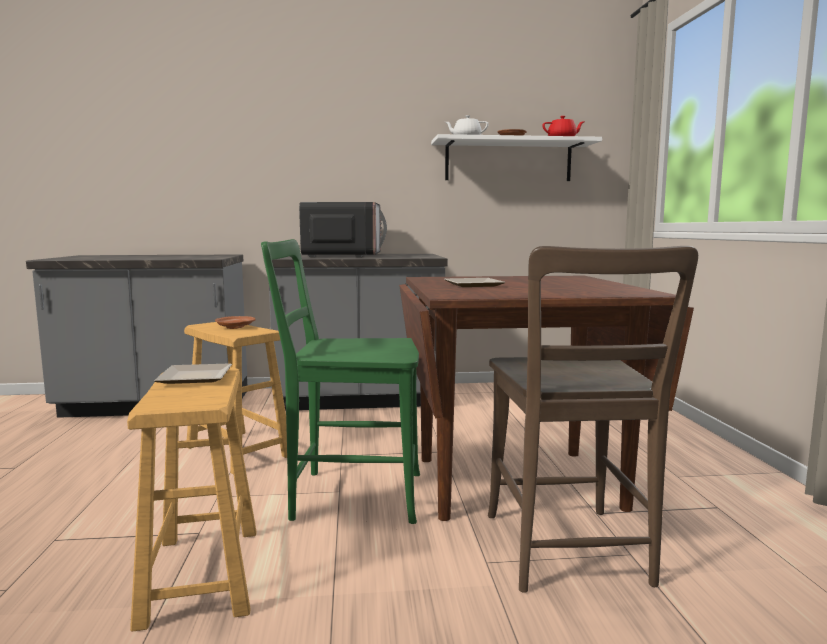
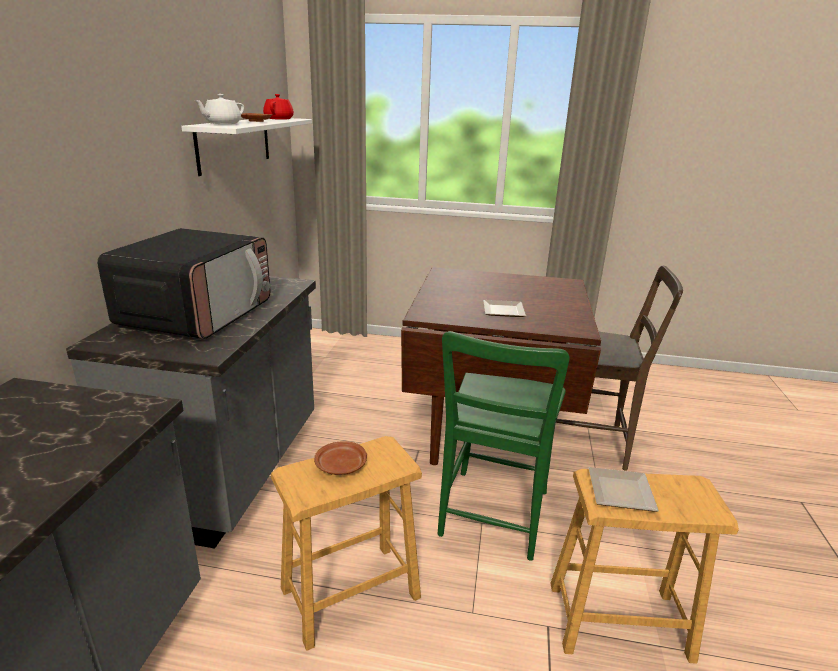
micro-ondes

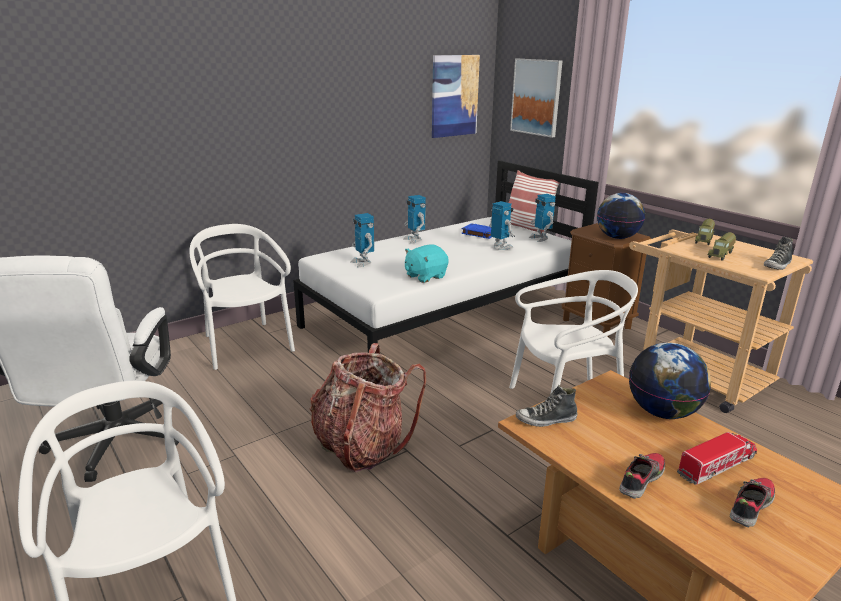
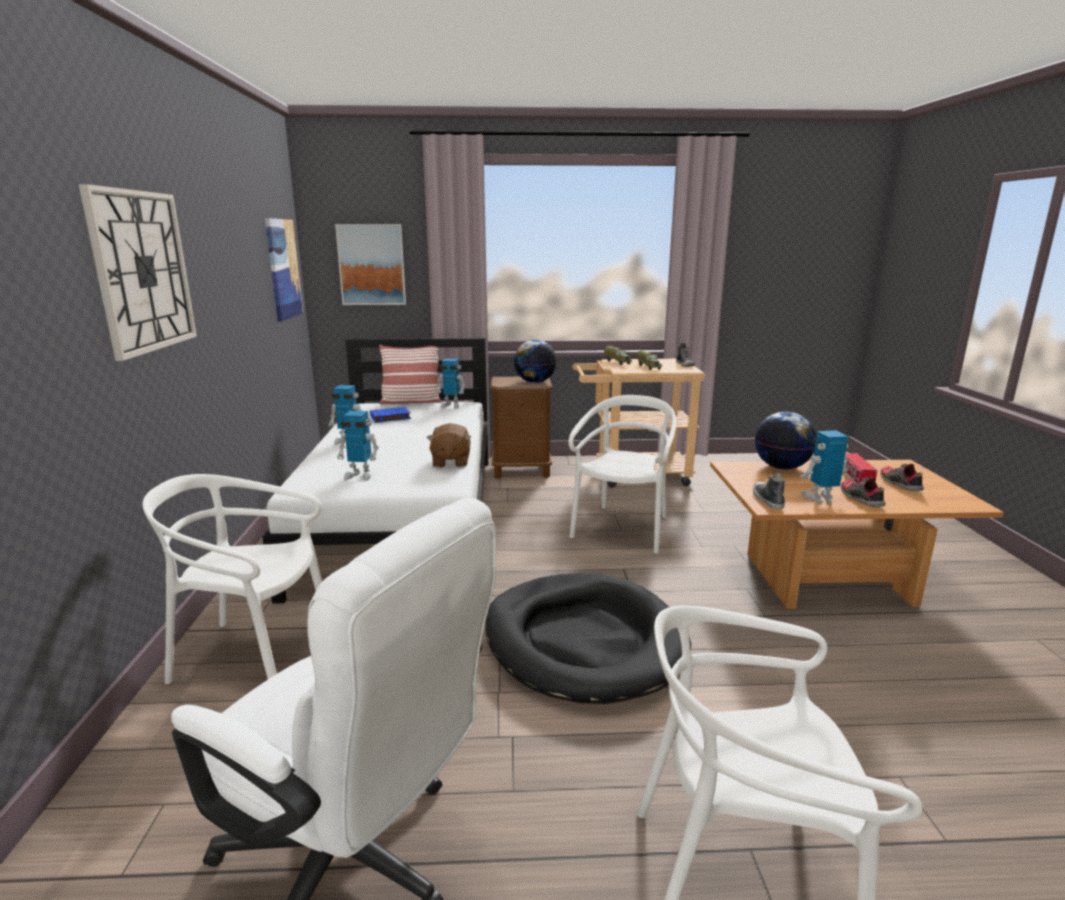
horloge murale
robot jouet (no. 4 from left)
panier pour chien/noir
peluche/marron
chaussure (no. 2 from left)

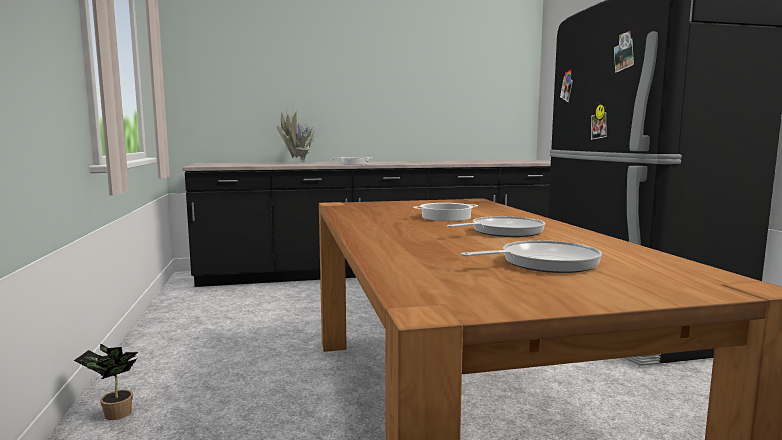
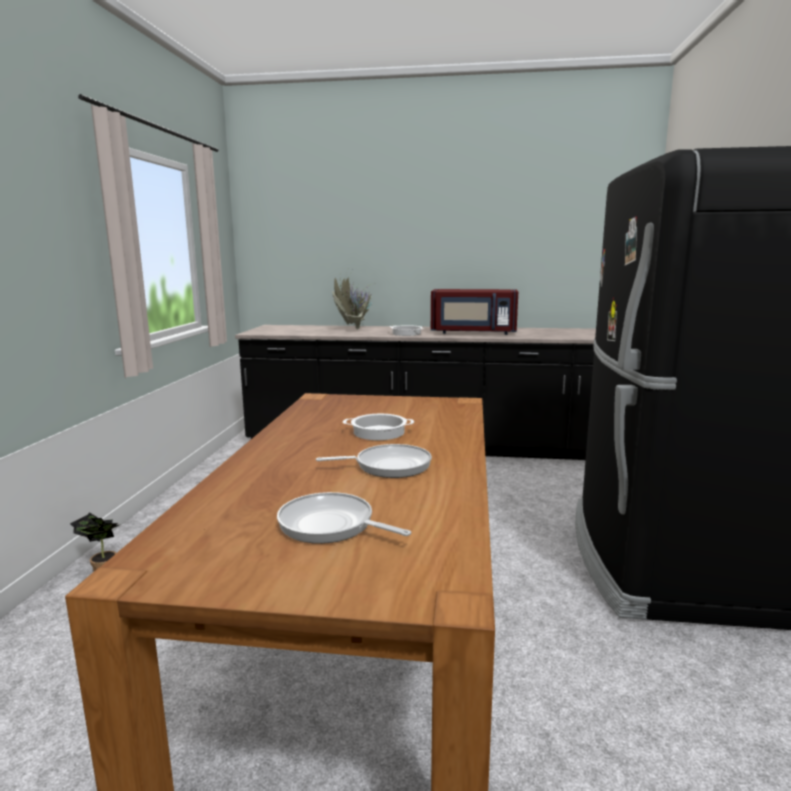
micro-ondes/rouge
poêle (no. 1 from left)

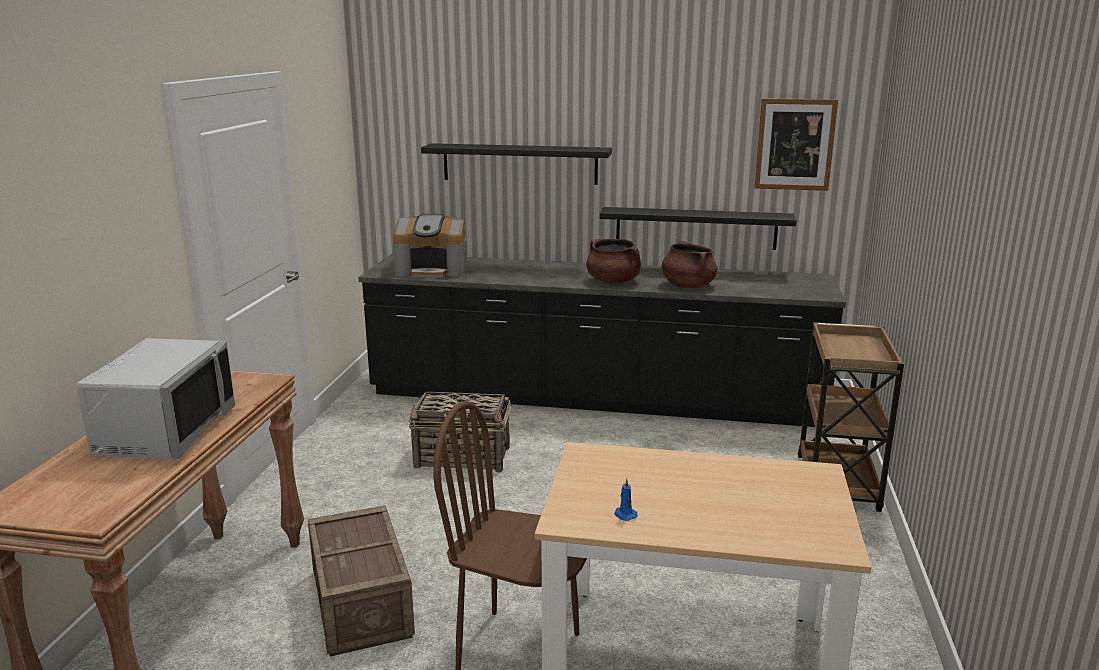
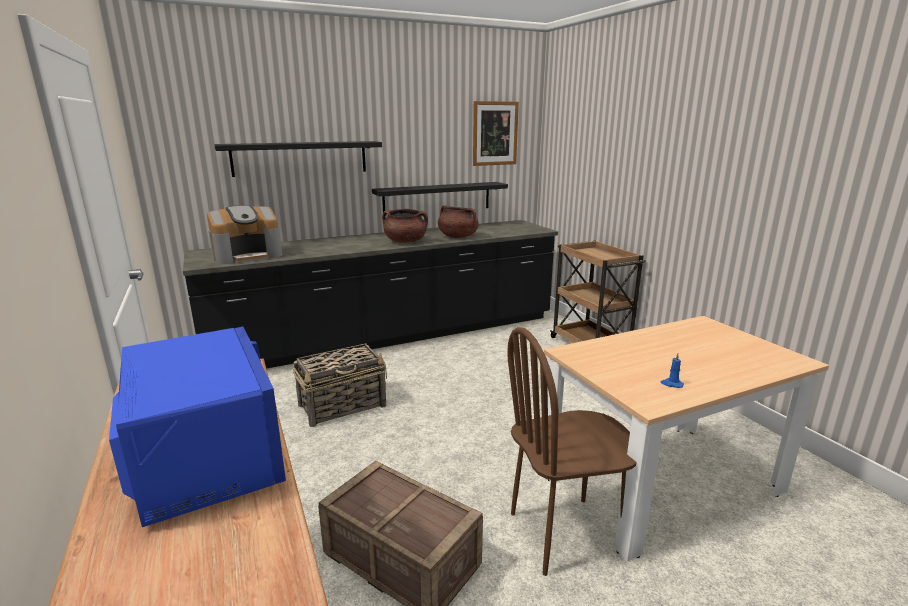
micro-ondes/bleu

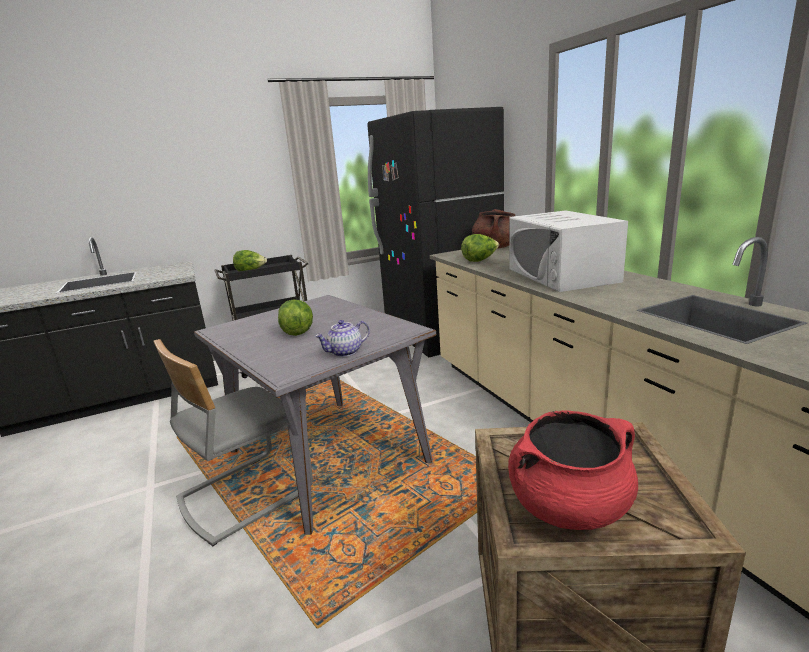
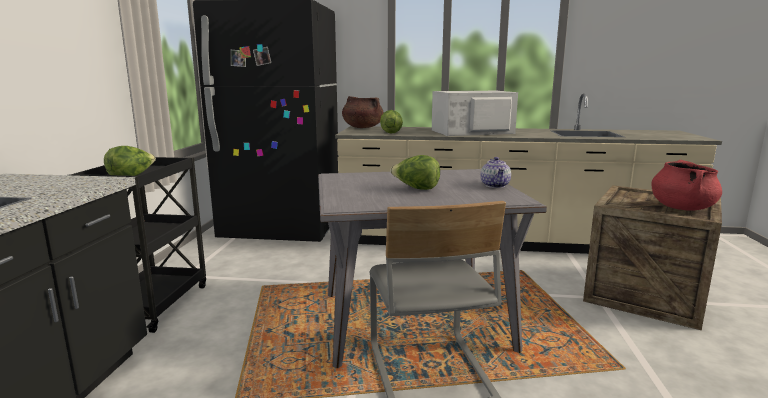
micro-ondes/blanc

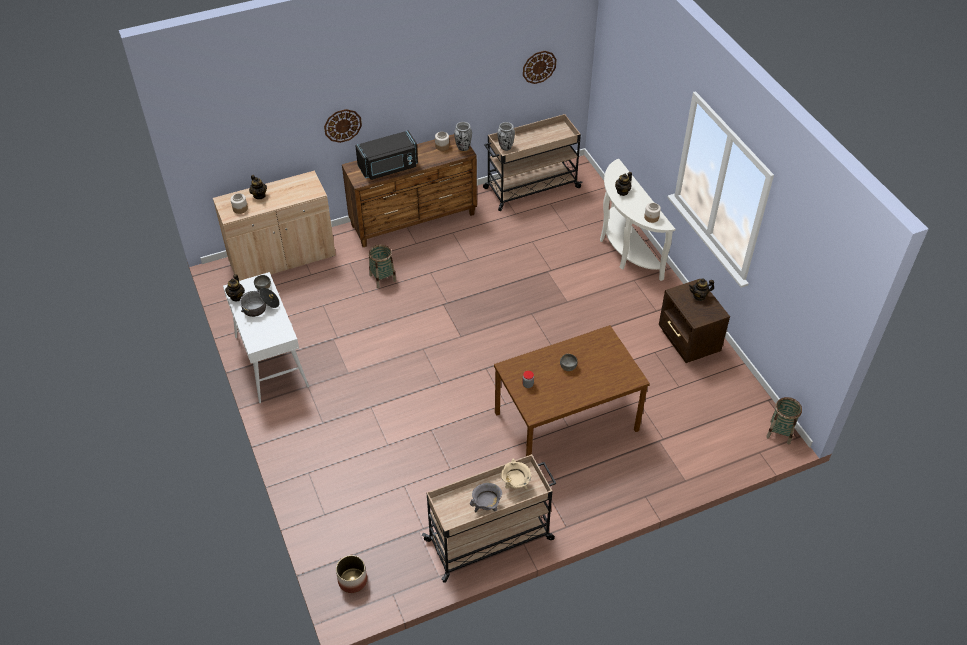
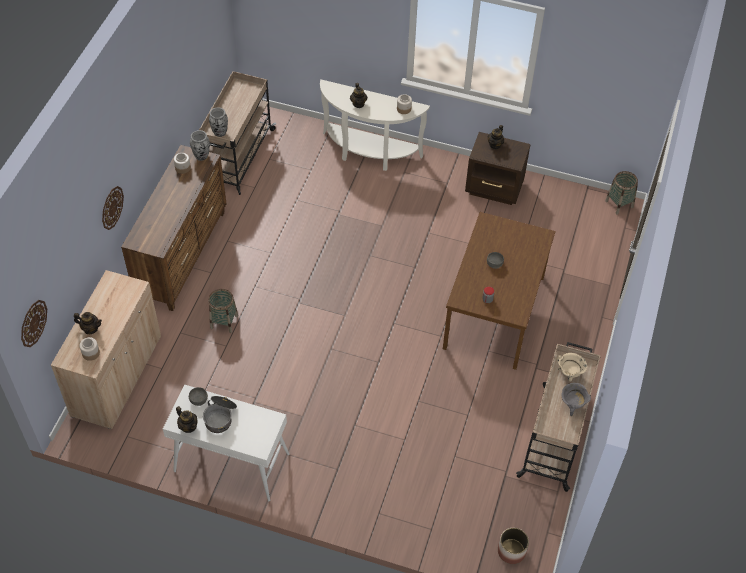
micro-ondes/noir
horloge murale (no. 1 from left)

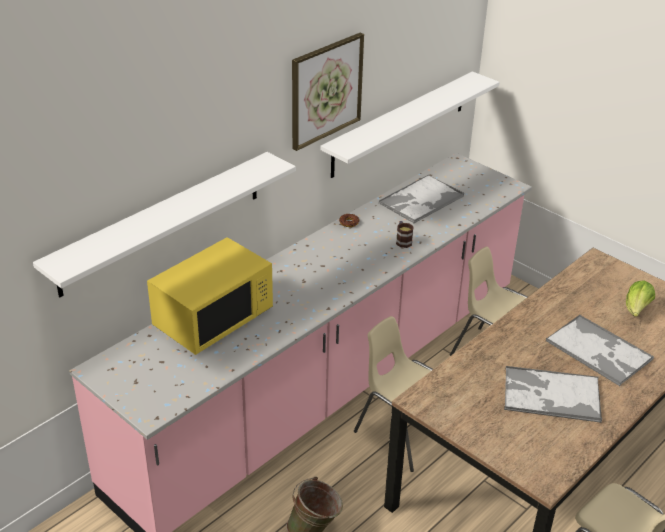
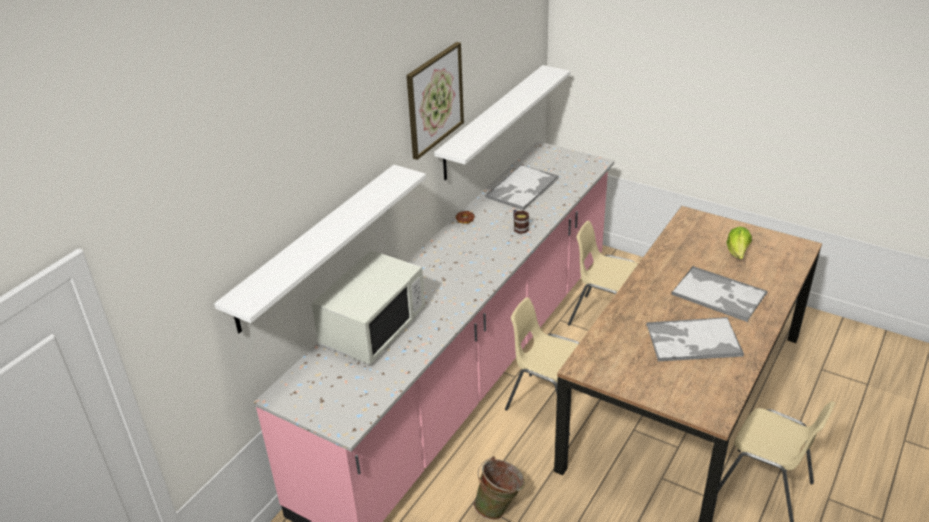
micro-ondes/blanc

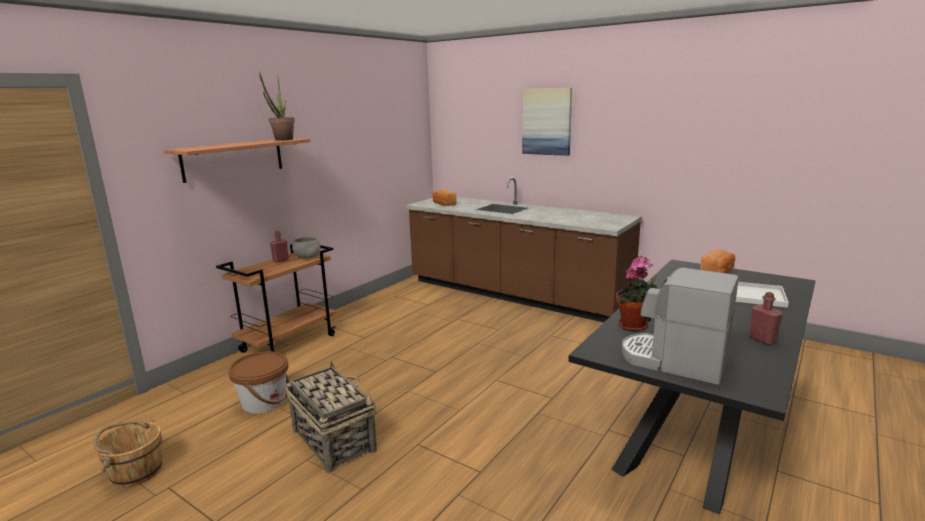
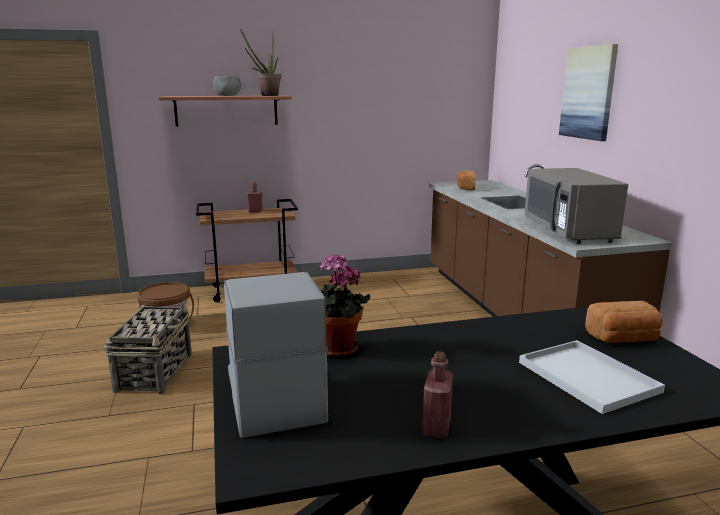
seau/marron (no. 1 from left in the first image)
micro-ondes/gris
bol/gris

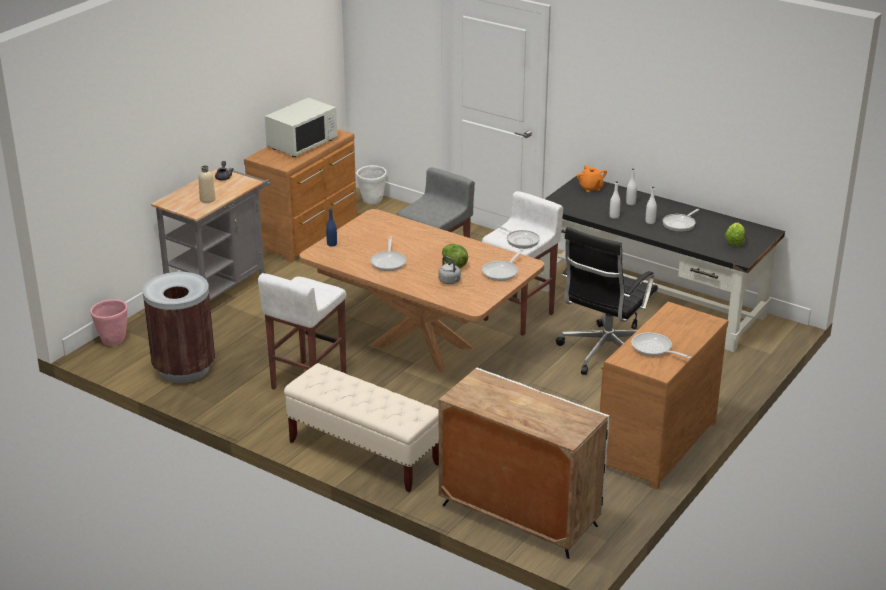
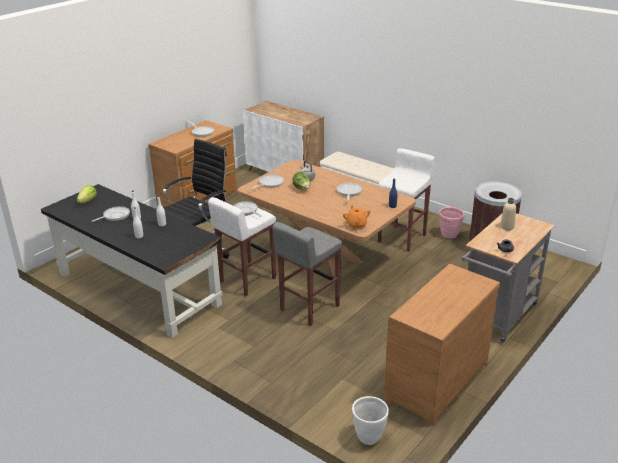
micro-ondes/blanc
cache-pot/rose
théière/orange

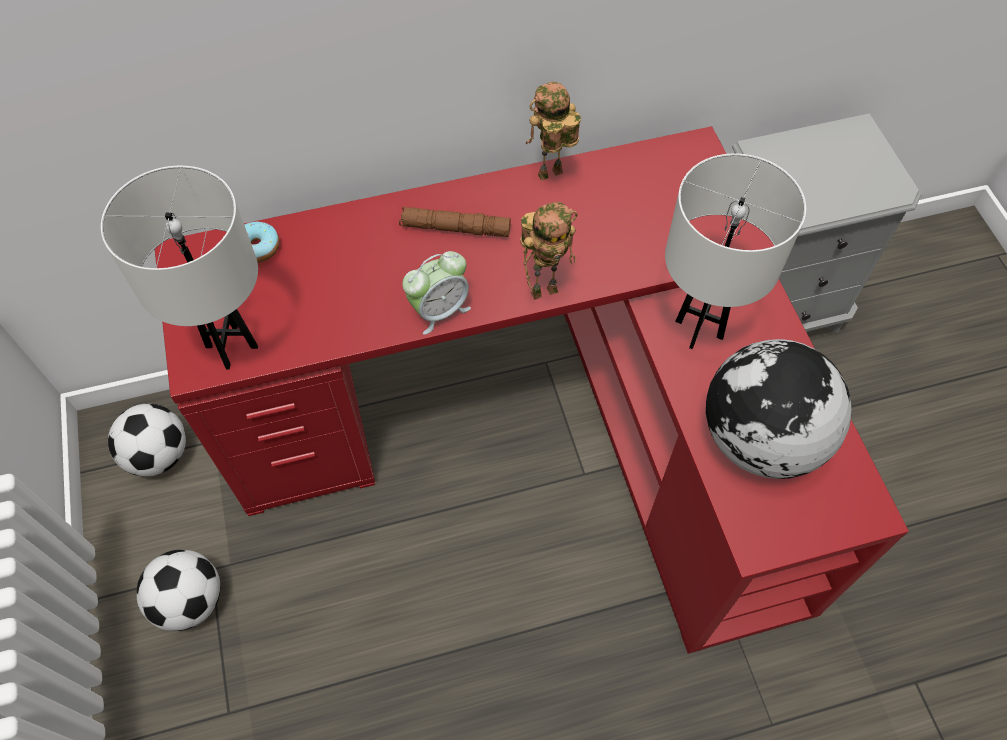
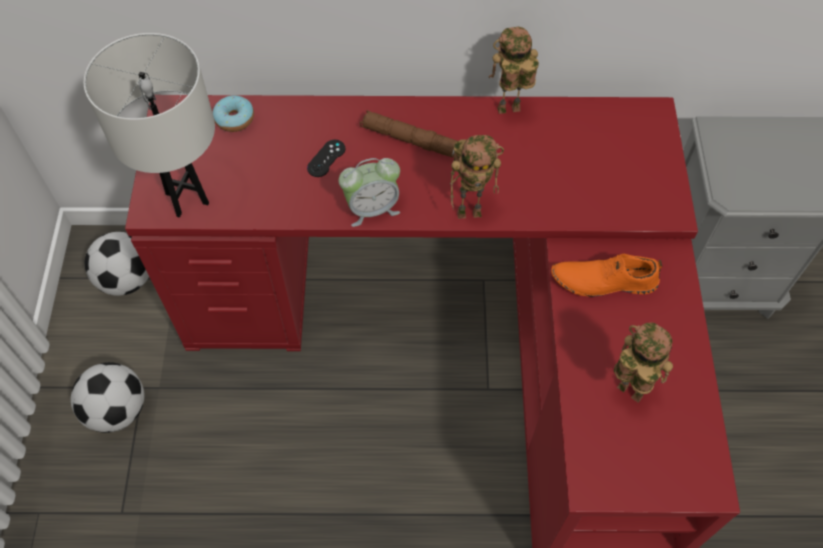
manette/noir
chaussure/orange
robot jouet (no. 3 from left)

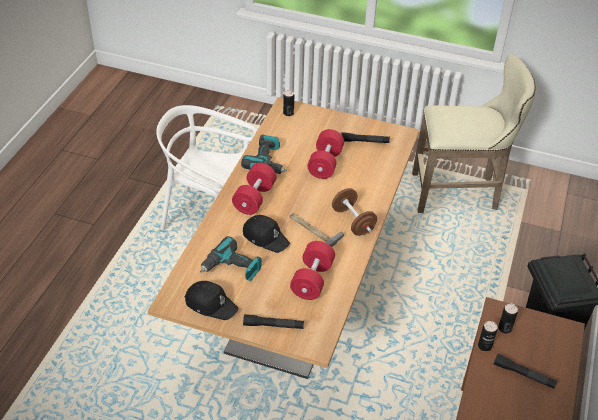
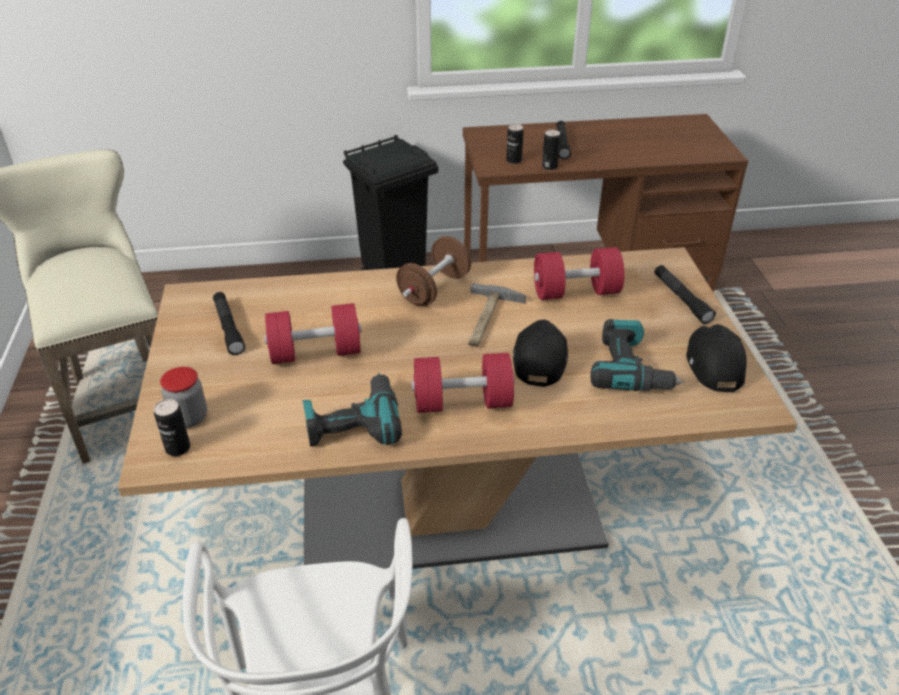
bocal

